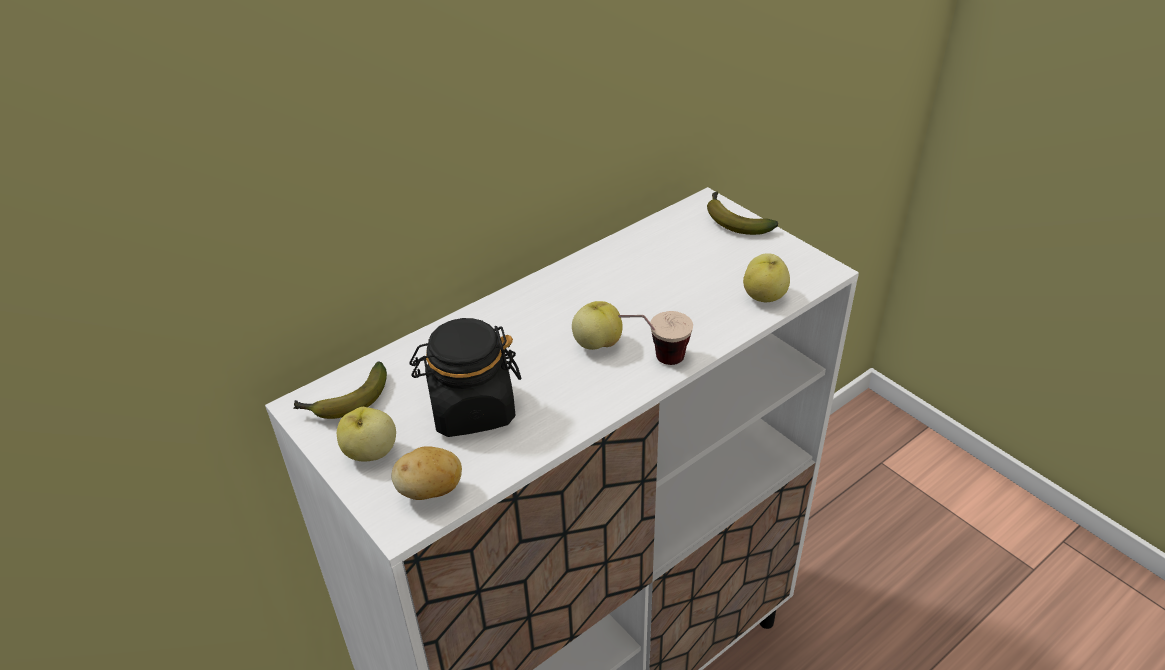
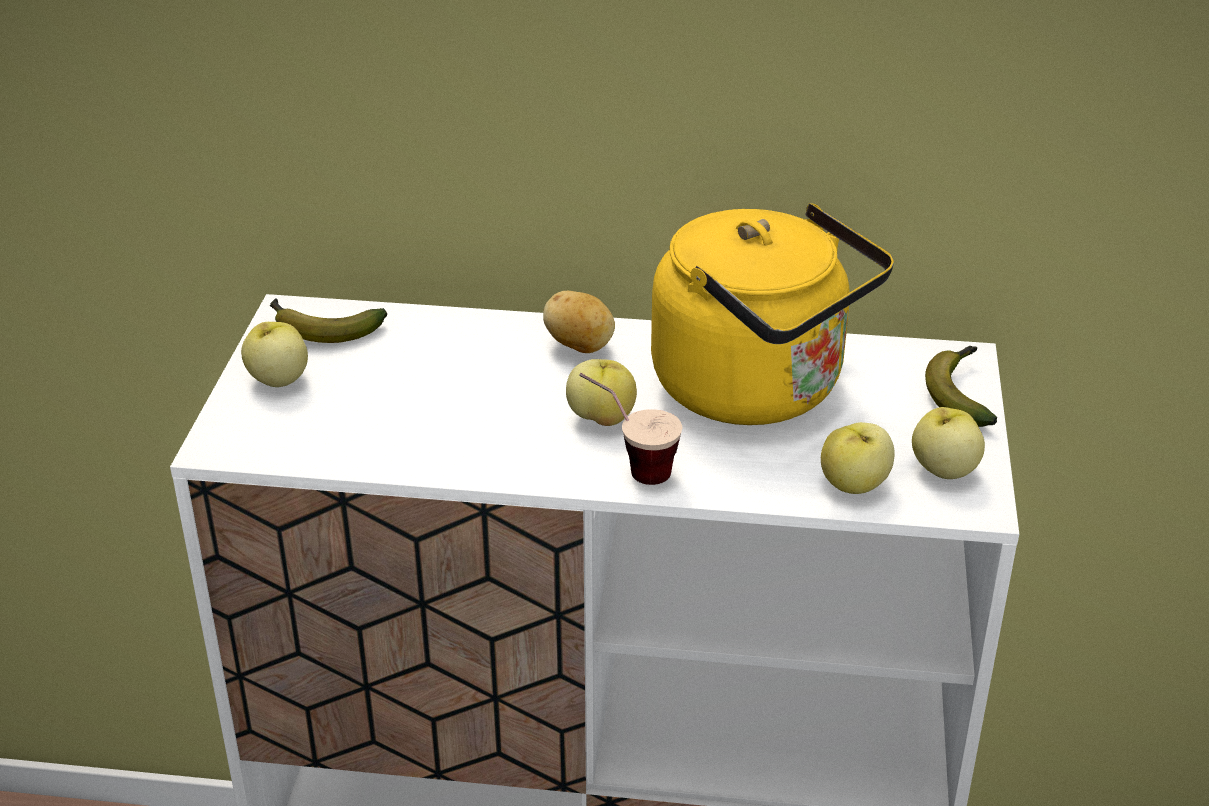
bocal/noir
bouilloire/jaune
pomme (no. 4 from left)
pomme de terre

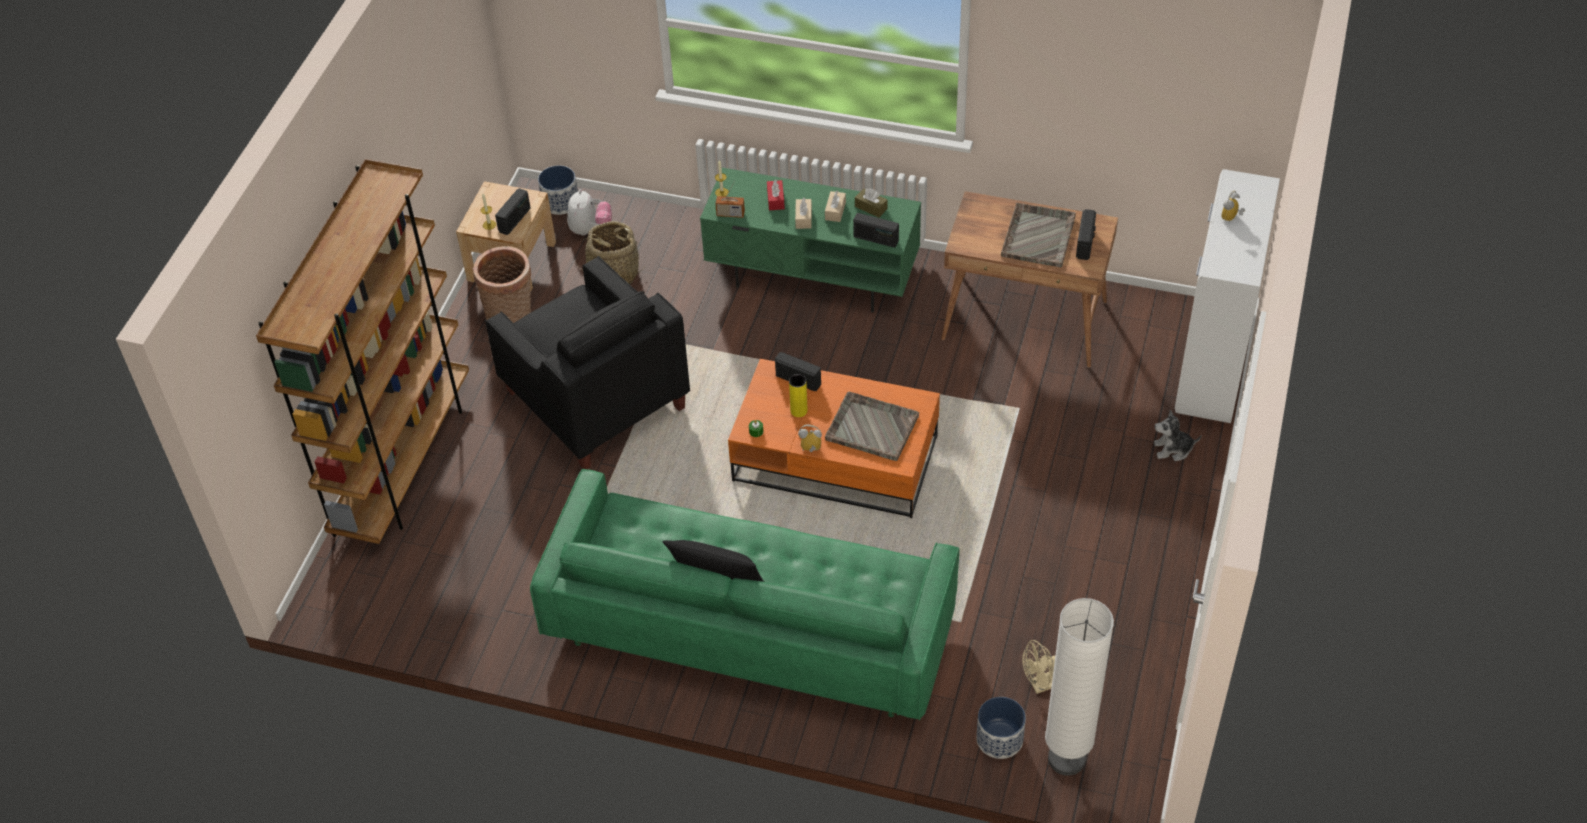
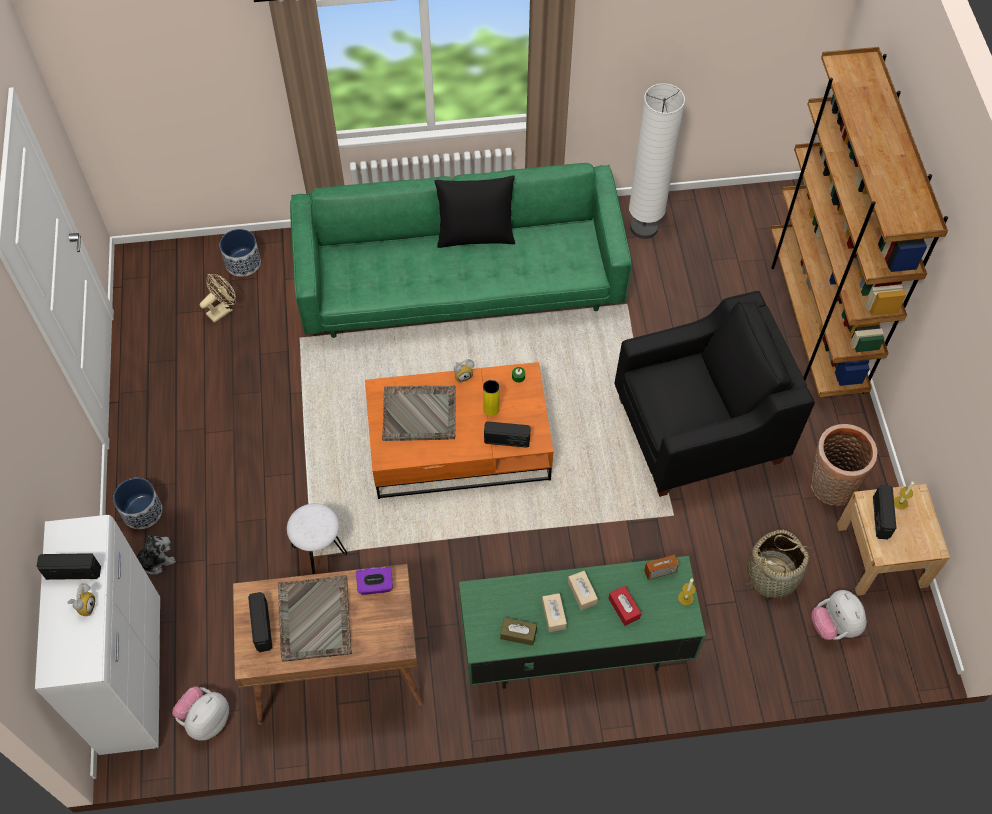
peluche (no. 2 from left)
tabouret/blanc
boîte à mouchoirs/violet
cache-pot (no. 1 from left)
radio (no. 1 from left)
lampadaire/blanc
fauteuil/noir

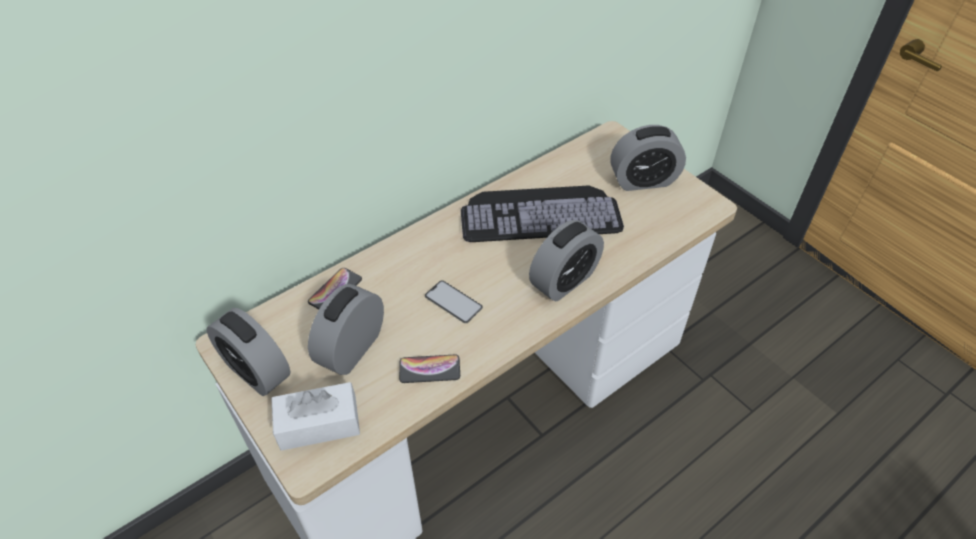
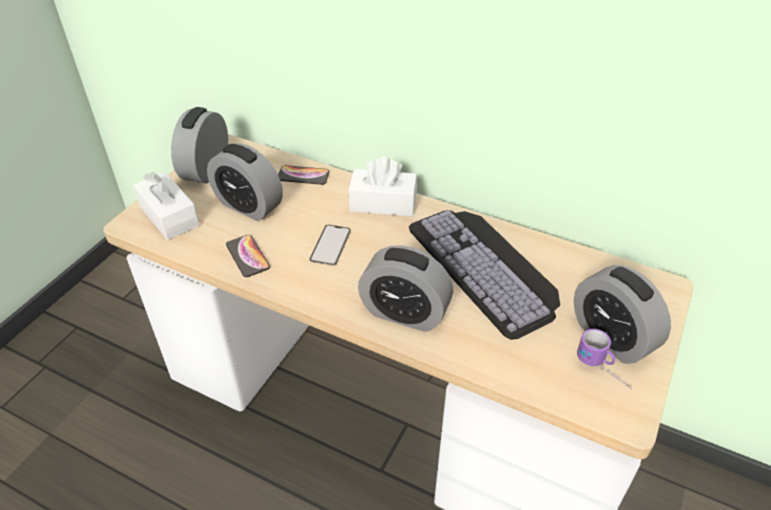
boîte à mouchoirs/blanc (no. 2 from left)
mug
réveil (no. 2 from left)

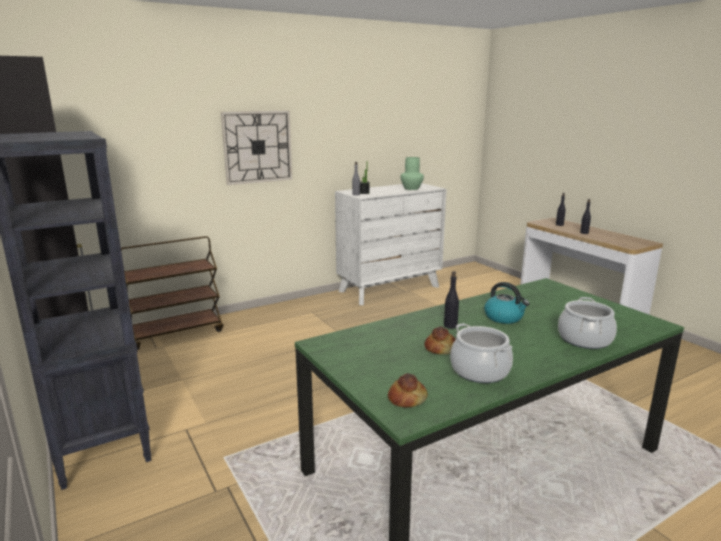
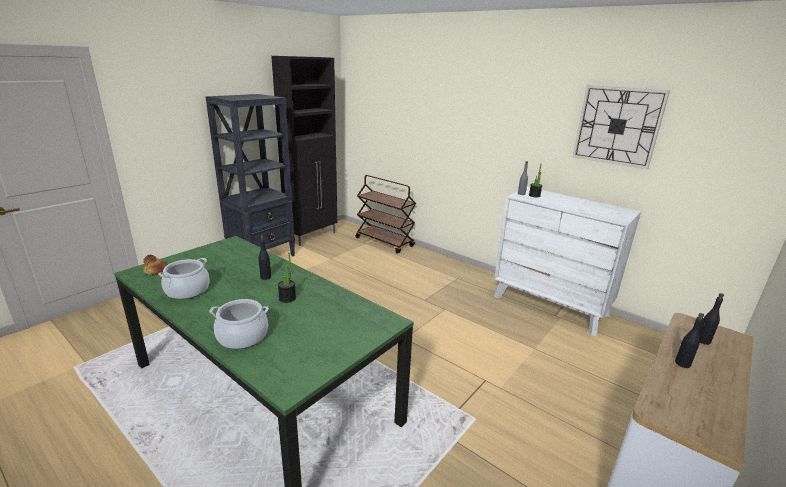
vase/vert
pain (no. 2 from left in the first image)
horloge murale
plante en pot (no. 1 from left)

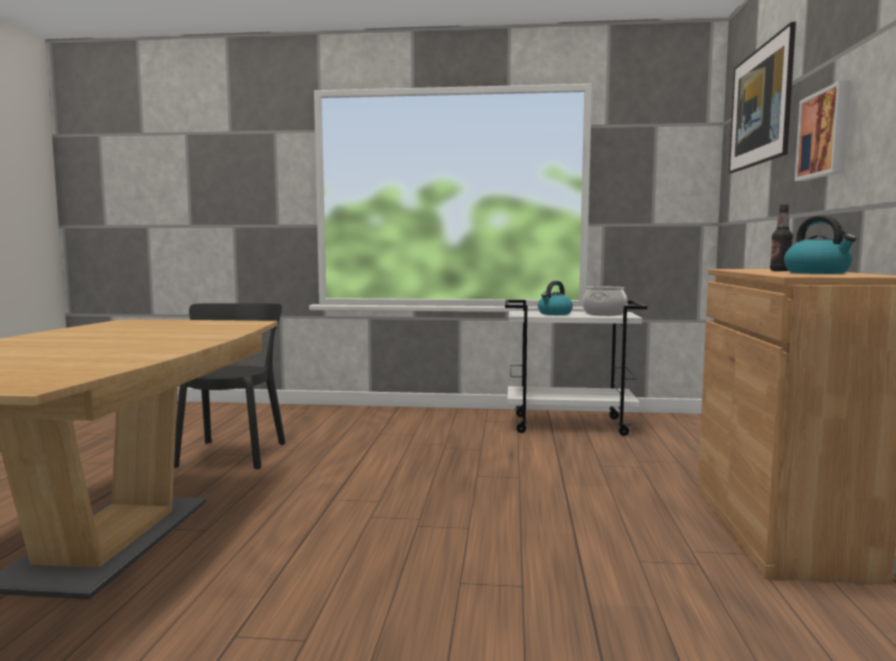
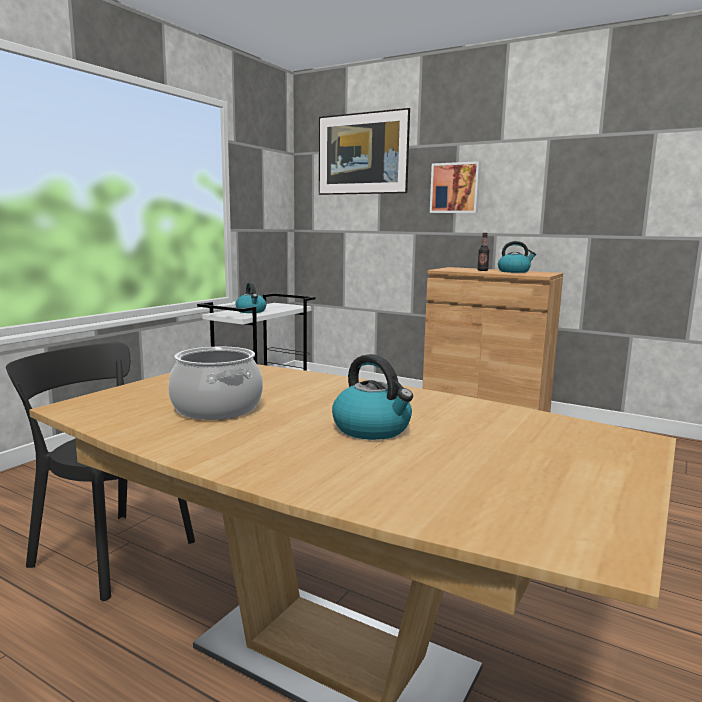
bouilloire (no. 2 from left)
marmite

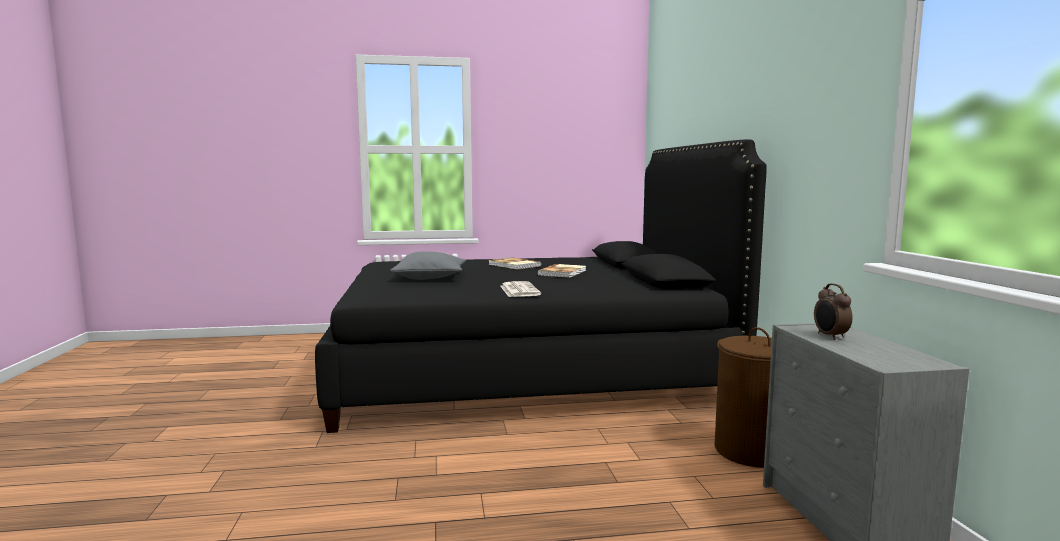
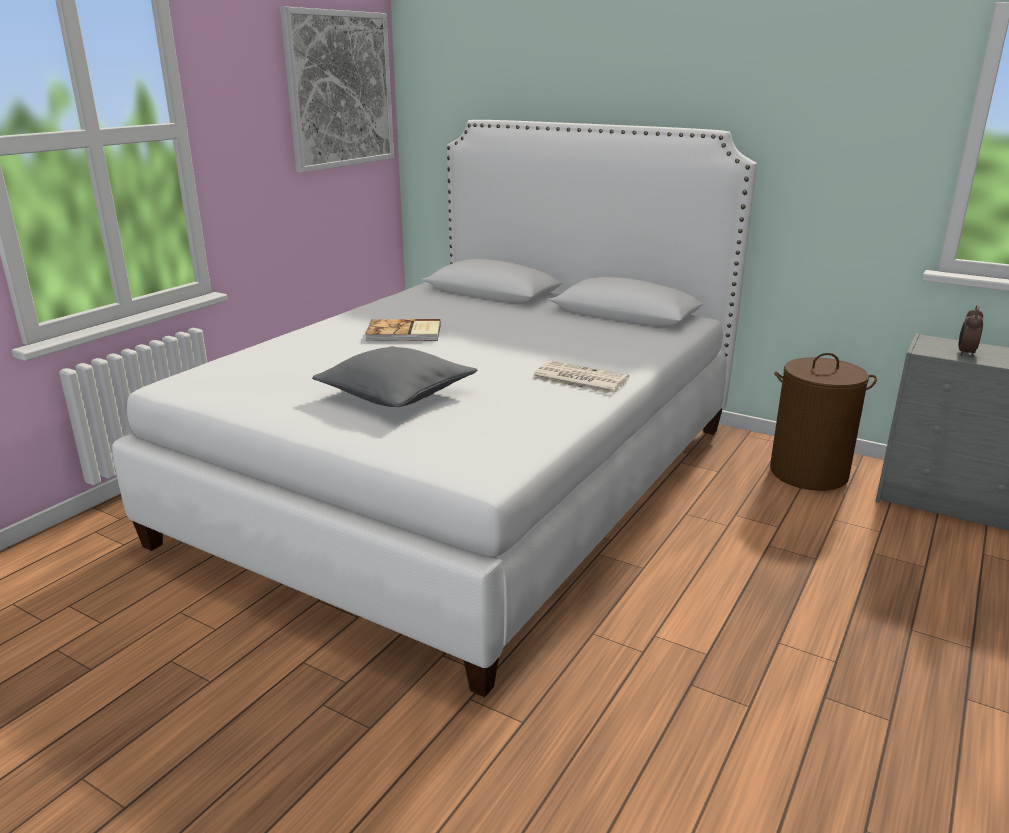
livre (no. 2 from left in the first image)
tableau
lit/blanc
réveil

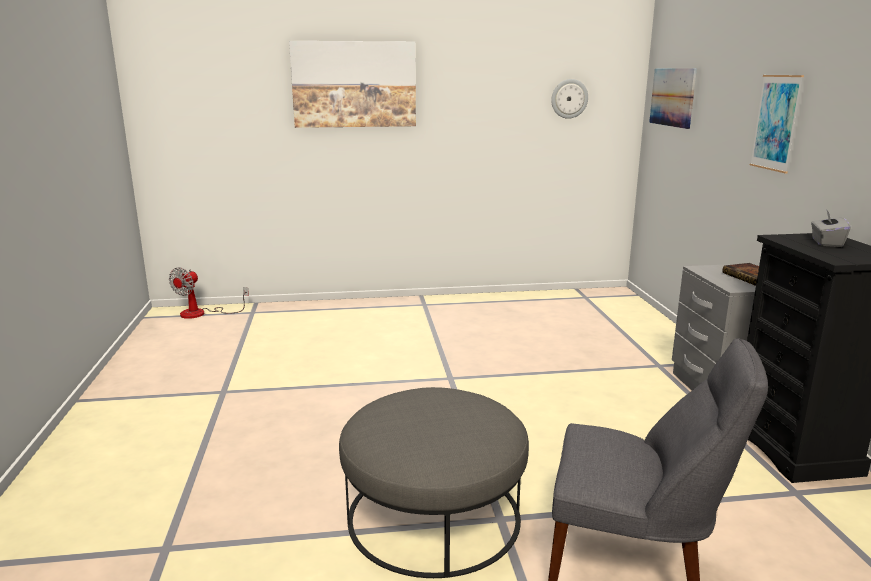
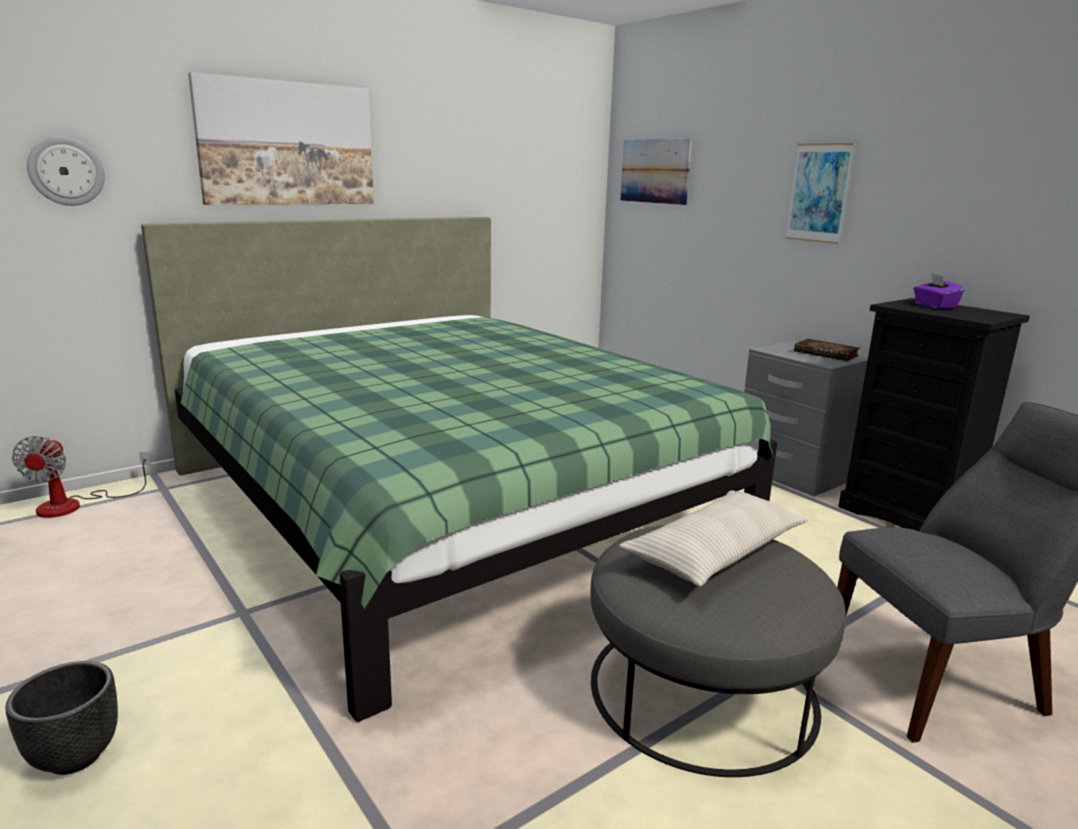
cache-pot/noir
lit/vert
coussin/beige
horloge murale
boîte à mouchoirs/violet

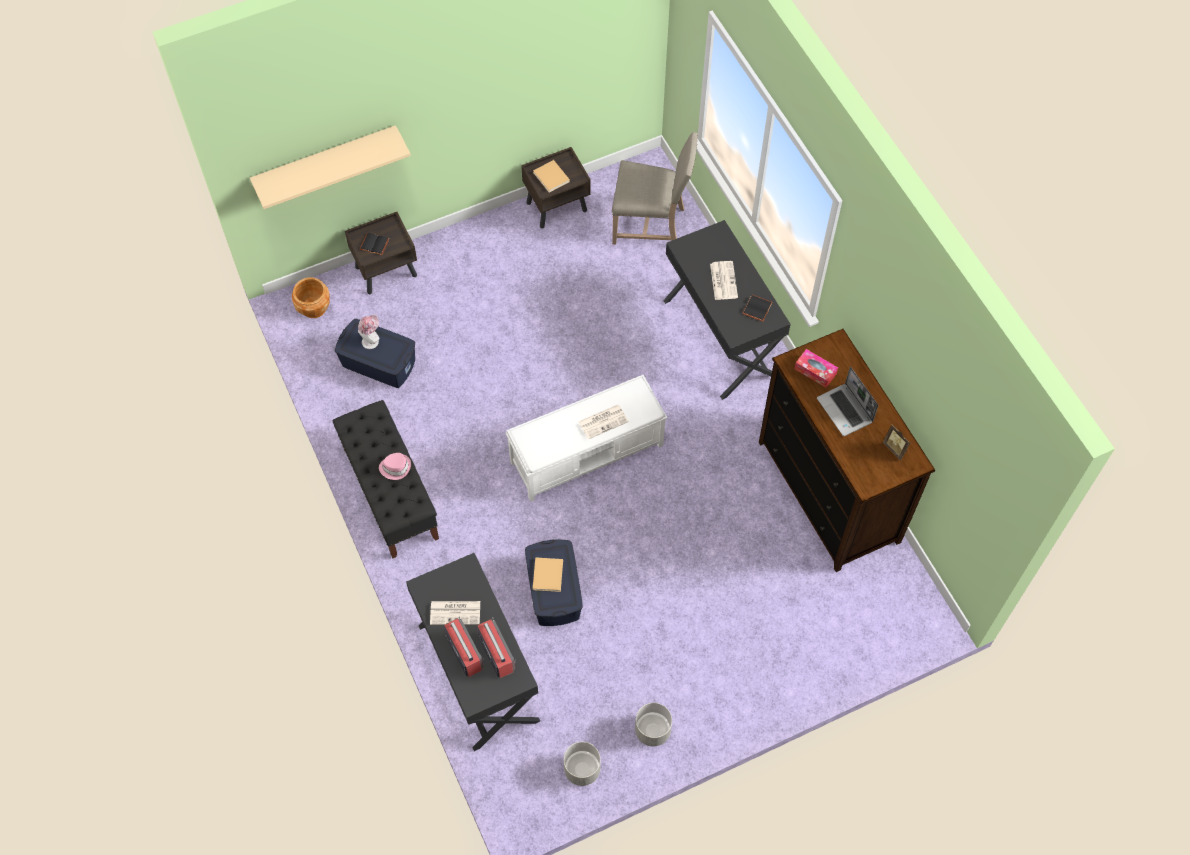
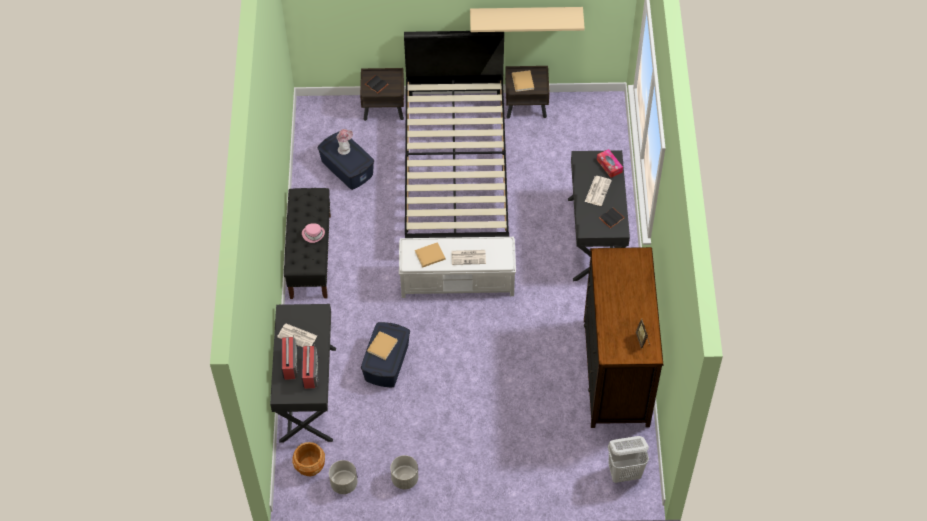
chaise/beige
ordinateur portable
lit/noir
livre/beige (no. 2 from left)
panier à linge/blanc
étagère/beige
cache-pot/marron
boîte à mouchoirs

